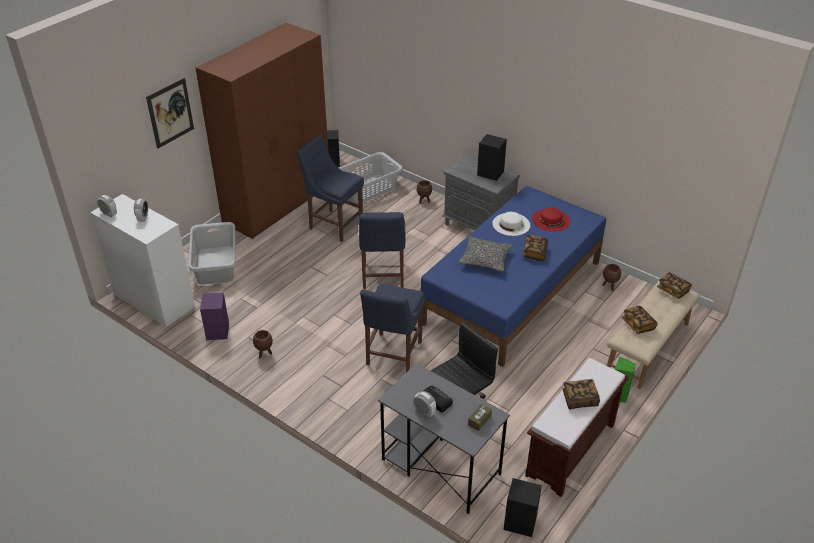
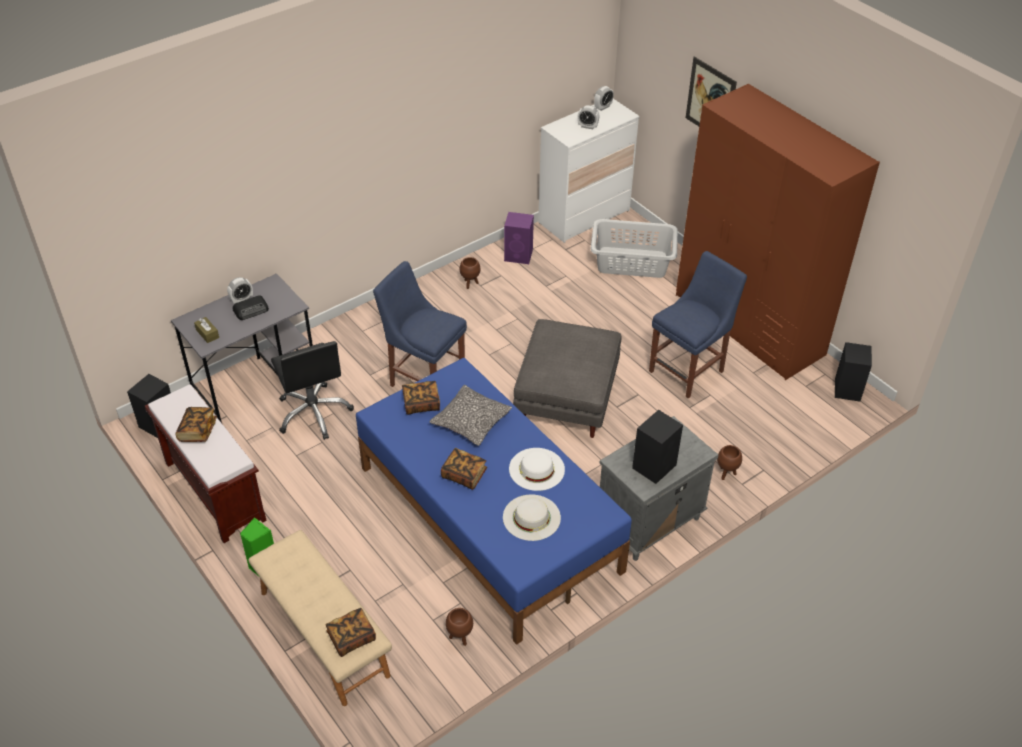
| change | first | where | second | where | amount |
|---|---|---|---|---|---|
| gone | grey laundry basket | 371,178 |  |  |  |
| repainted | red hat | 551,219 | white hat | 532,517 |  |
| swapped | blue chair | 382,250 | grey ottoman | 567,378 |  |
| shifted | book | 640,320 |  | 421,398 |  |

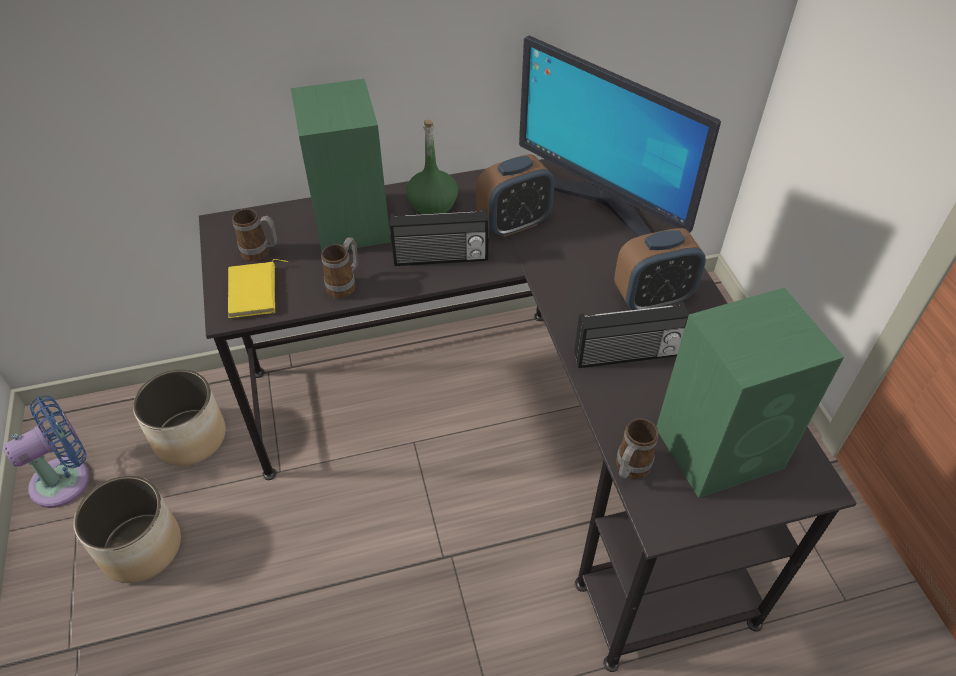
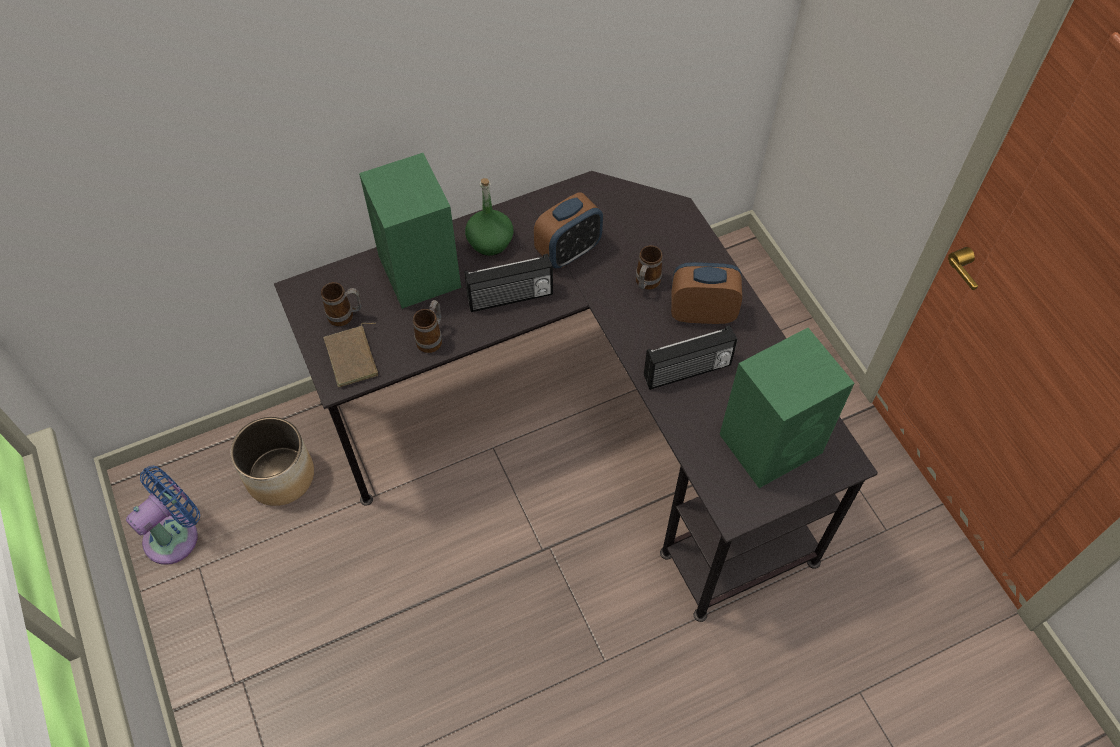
| change | first | where | second | where | amount |
|---|---|---|---|---|---|
| gone | monitor | 620,136 |  |  |  |
| rotated | alarm clock | 660,269 |  | 706,293 | 150 degrees counterclockwise |
| repainted | yellow book | 258,288 | brown book | 350,355 |  |
| shifted | mug | 637,448 |  | 649,267 |  |
| gone | planter | 127,529 |  |  |  |

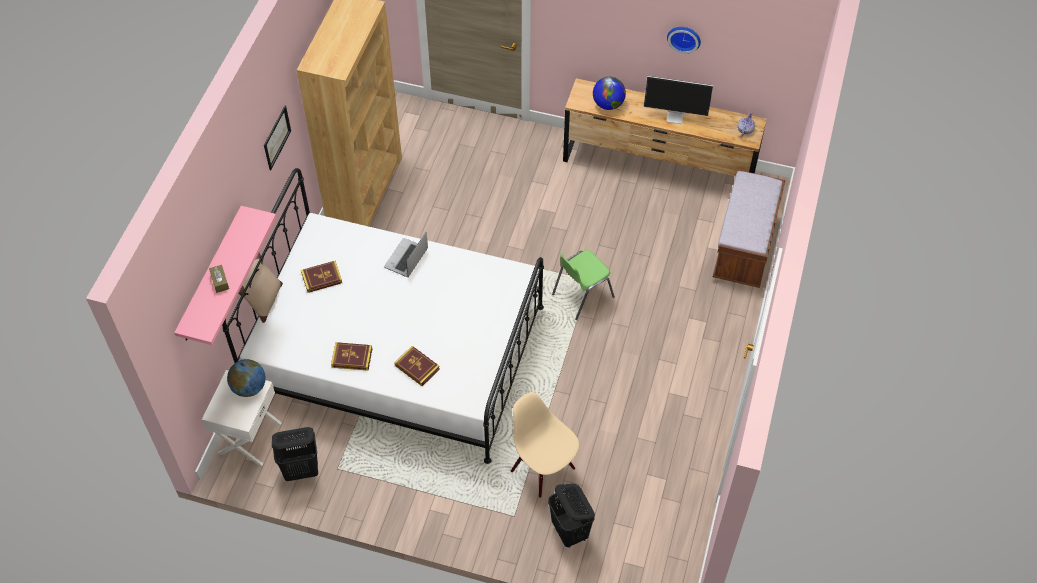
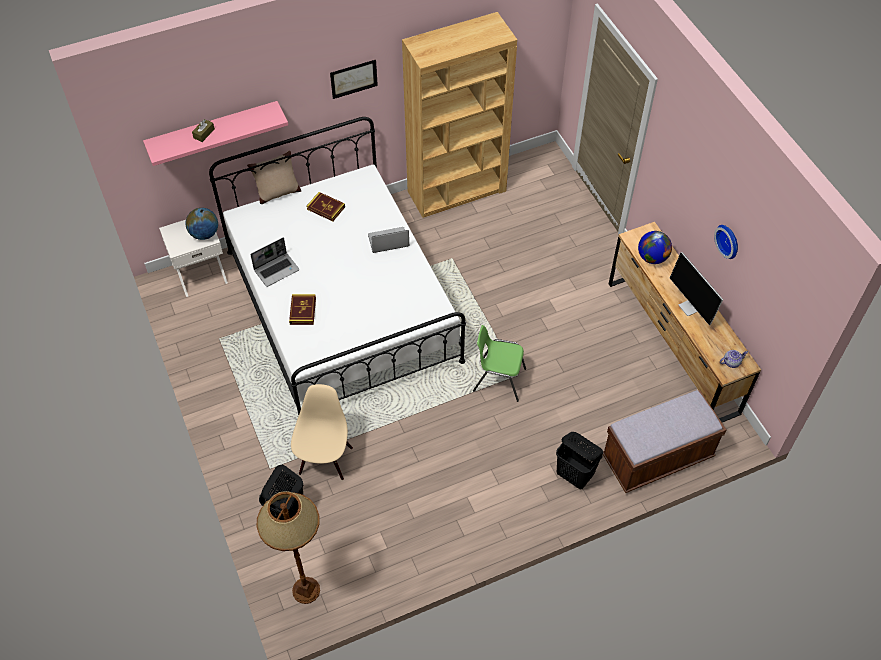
| change | first | where | second | where | amount |
|---|---|---|---|---|---|
| swapped | book | 352,356 | laptop | 274,262 |  |
| shifted | black laundry basket | 295,454 |  | 579,460 |  |
| new |  |  | brown floor lamp | 288,547 |  |

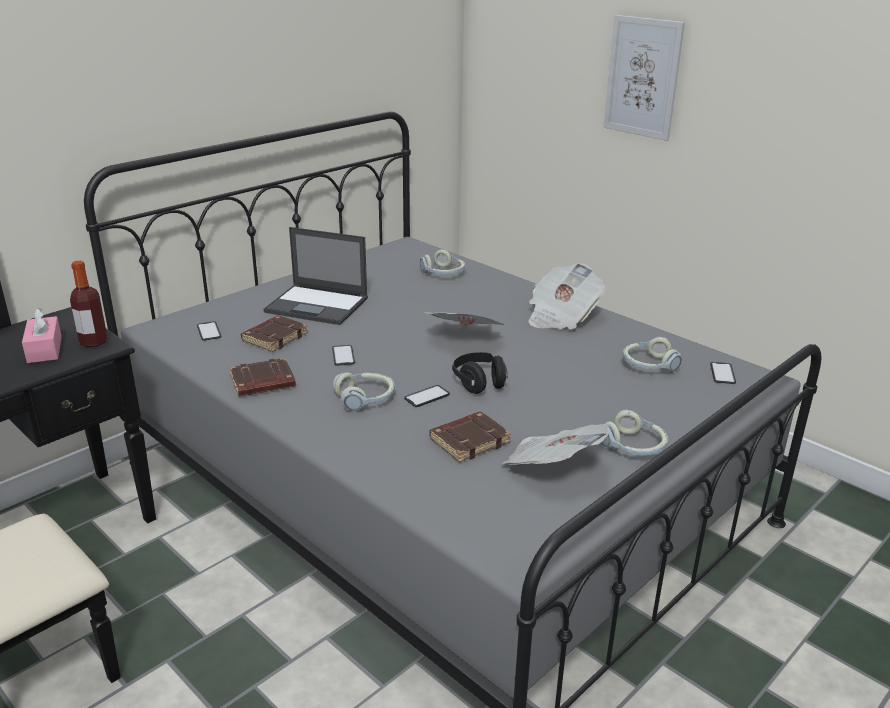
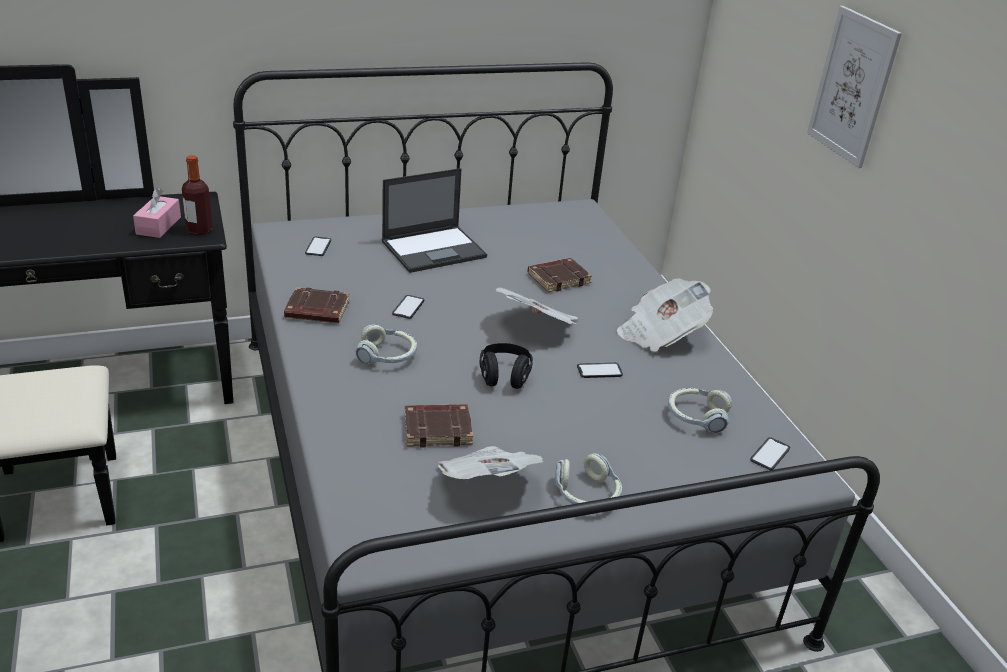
| change | first | where | second | where | amount |
|---|---|---|---|---|---|
| rotated | laptop | 315,276 |  | 434,220 | 75 degrees counterclockwise |
| gone | headphones | 442,261 |  |  |  |
| shifted | brown book | 274,333 |  | 560,275 |  |
| shifted | phone | 427,396 |  | 600,370 |  |

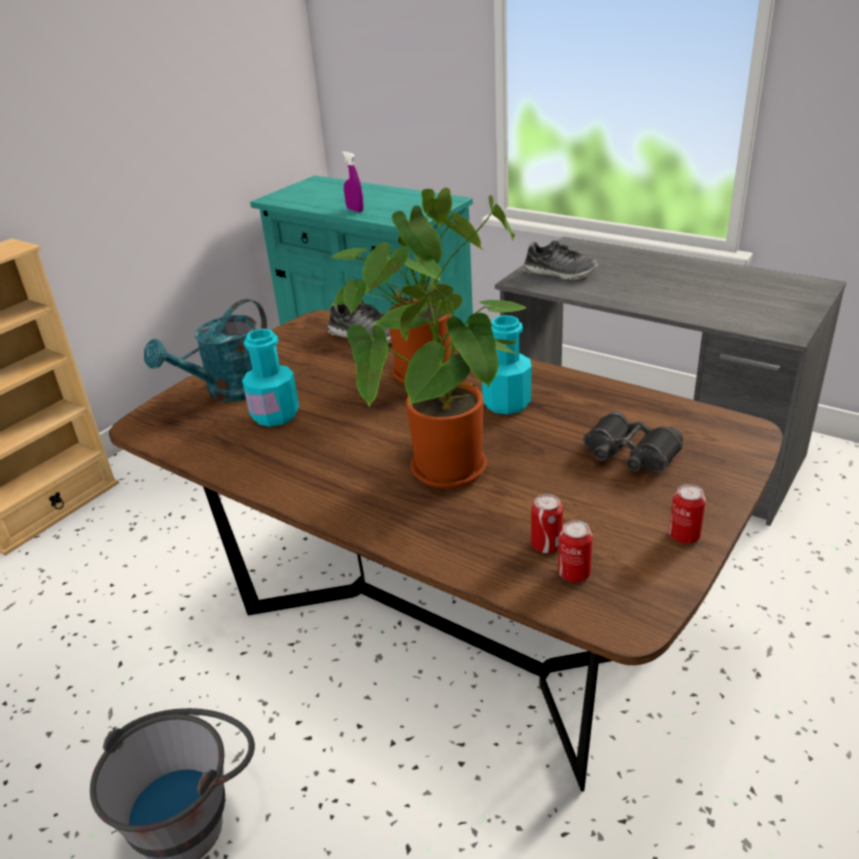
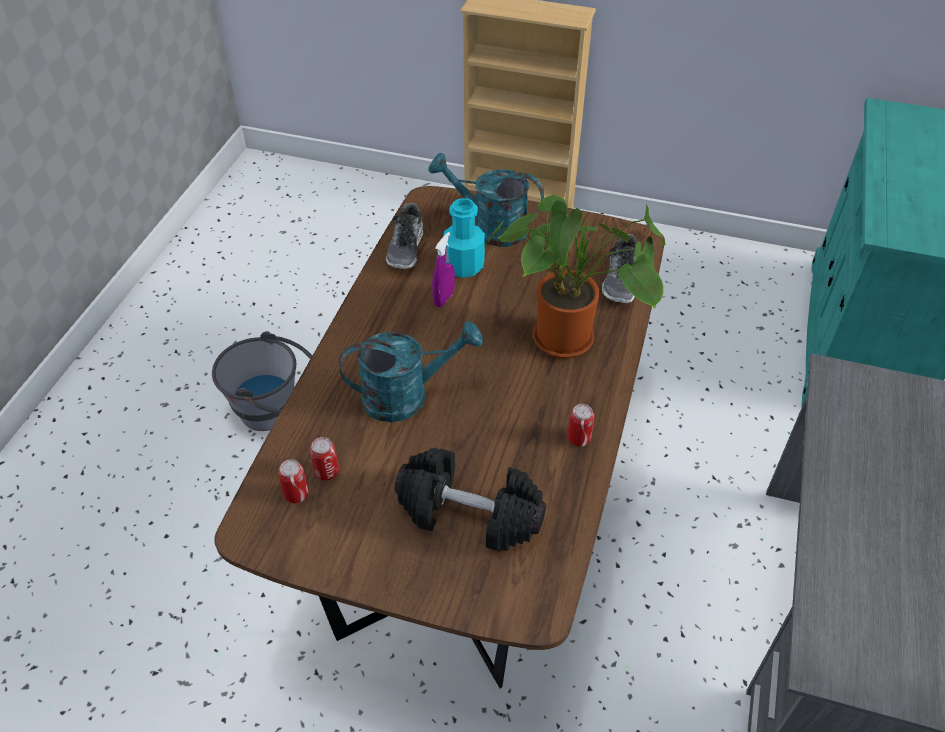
| change | first | where | second | where | amount |
|---|---|---|---|---|---|
| shifted | purple spray bottle | 353,181 |  | 443,269 |  |
| shifted | shoe | 560,260 |  | 404,236 |  |
| swapped | potted plant | 439,378 | turquoise watering can | 411,371 |  |
| gone | turquoise bottle | 506,365 |  |  |  |
| swapped | black binoculars | 633,441 | black dumbbell | 470,499 |  |
| shifted | can | 687,514 |  | 580,425 |  |

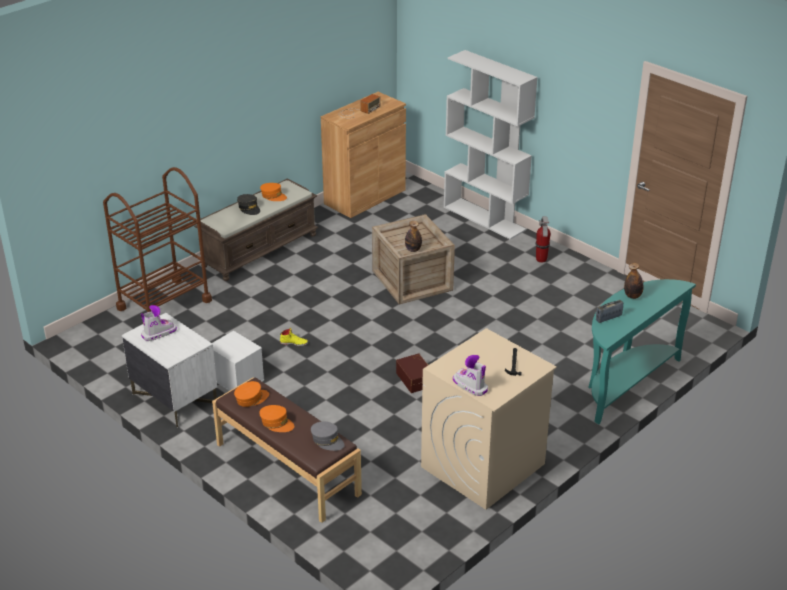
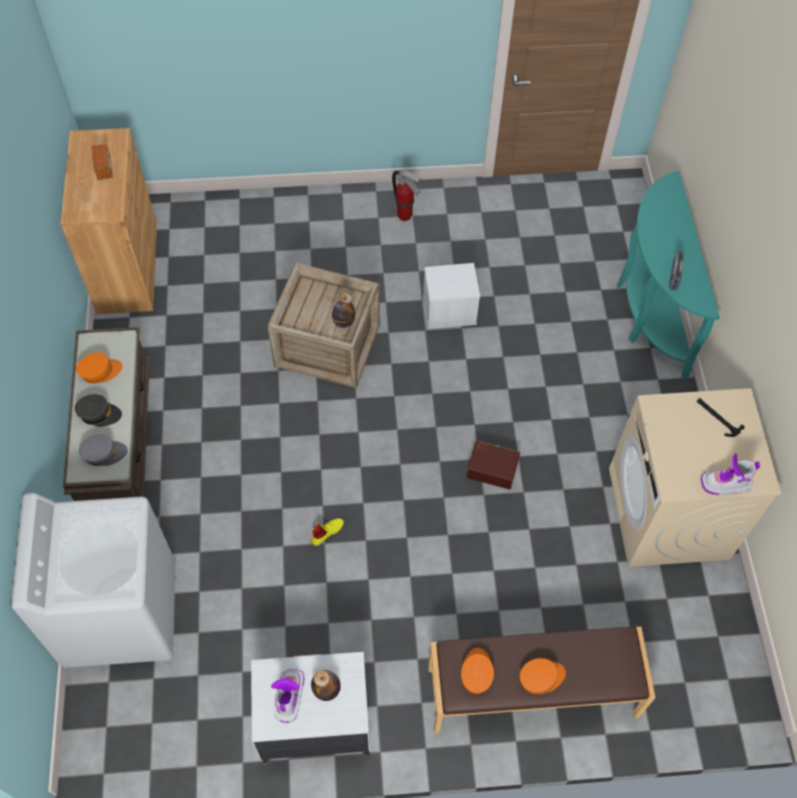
| change | first | where | second | where | amount |
|---|---|---|---|---|---|
| gone | white bookcase | 491,145 |  |  |  |
| swapped | brown cart | 157,239 | white washing machine | 93,580 |  |
| shifted | bottle | 634,281 |  | 326,685 |  |
| shifted | white storage box | 238,361 |  | 451,296 |  |
| shifted | grey cap | 328,436 |  | 103,450 |  |

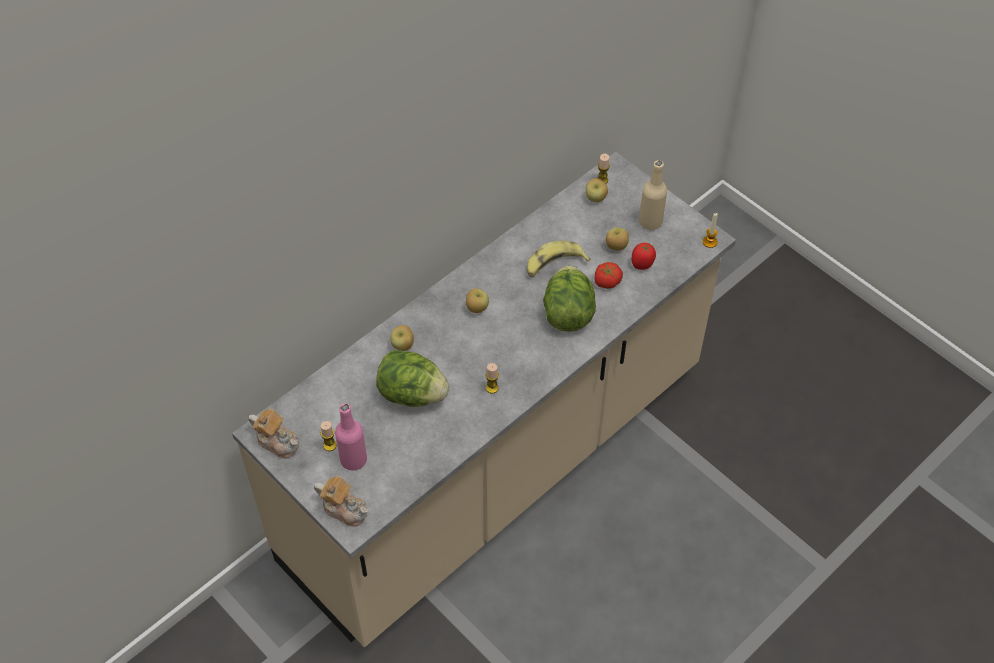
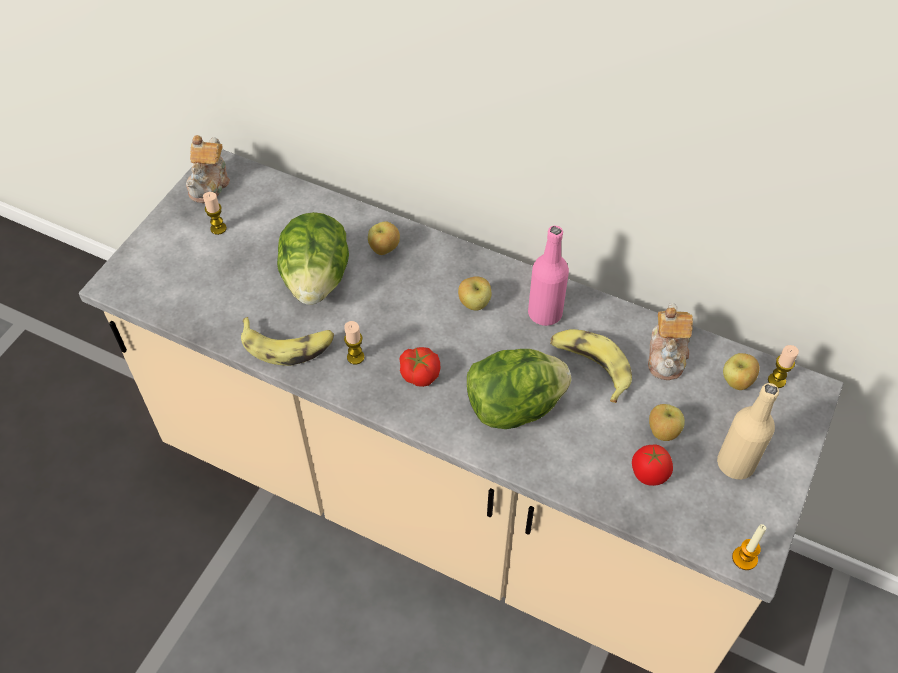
| change | first | where | second | where | amount |
|---|---|---|---|---|---|
| shifted | tomato | 609,275 |  | 420,367 |  |
| shifted | pink bottle | 351,437 |  | 548,276 |  |
| shifted | teapot | 341,501 |  | 670,341 |  |
| new |  |  | banana | 287,341 |  |

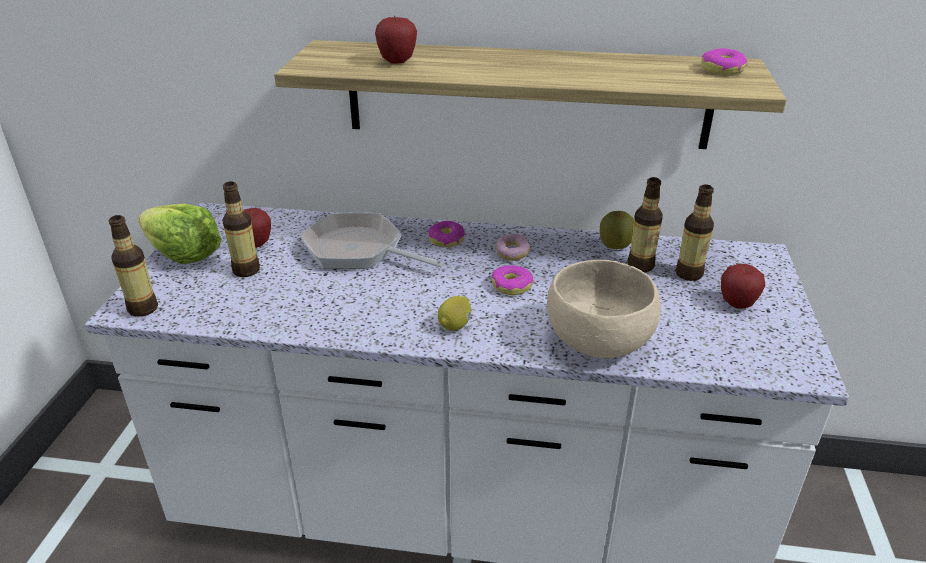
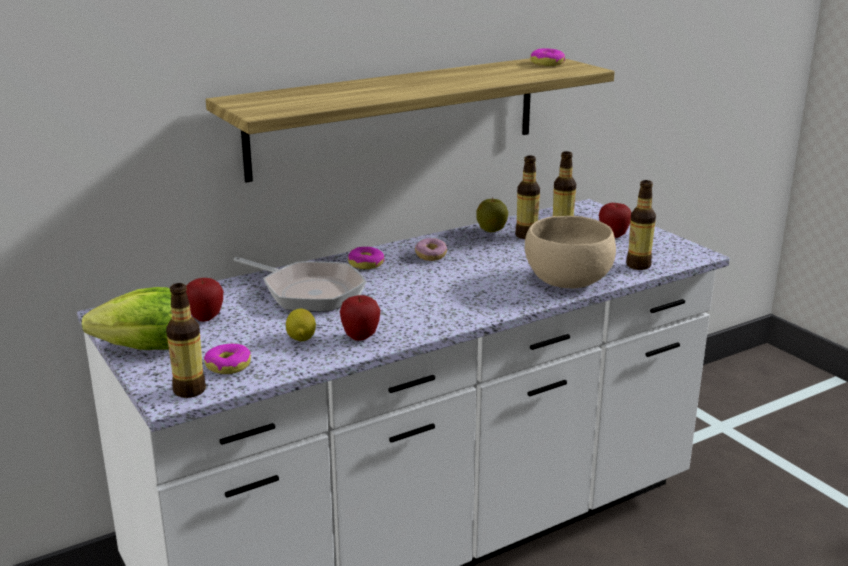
| change | first | where | second | where | amount |
|---|---|---|---|---|---|
| shifted | apple | 396,40 |  | 360,318 |  |
| shifted | bottle | 241,229 |  | 641,225 |  |
| rotated | frying pan | 372,240 |  | 300,284 | 135 degrees counterclockwise |
| shifted | donut | 512,280 |  | 227,359 |  |
| shifted | lemon | 454,313 |  | 301,324 |  |

